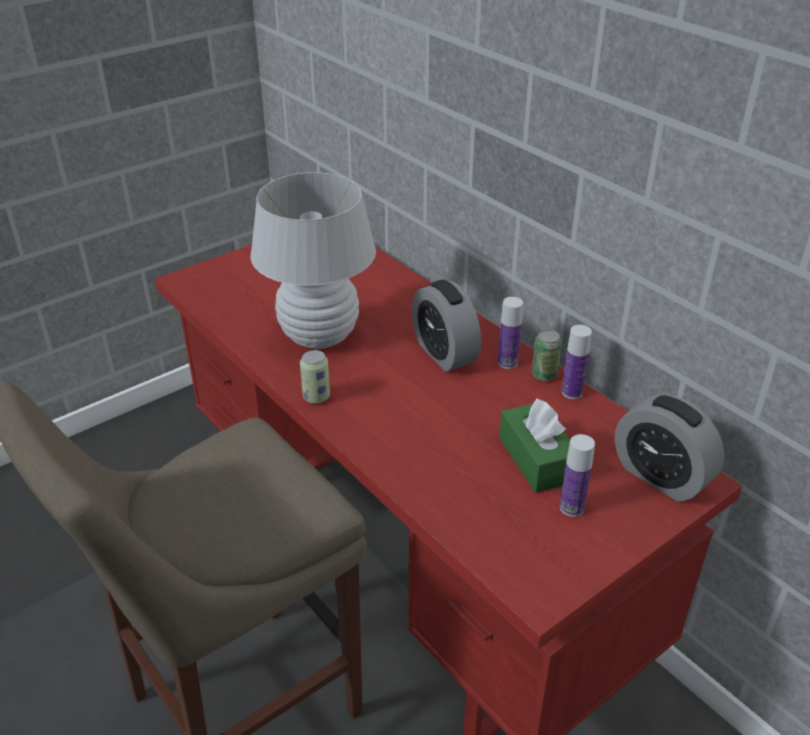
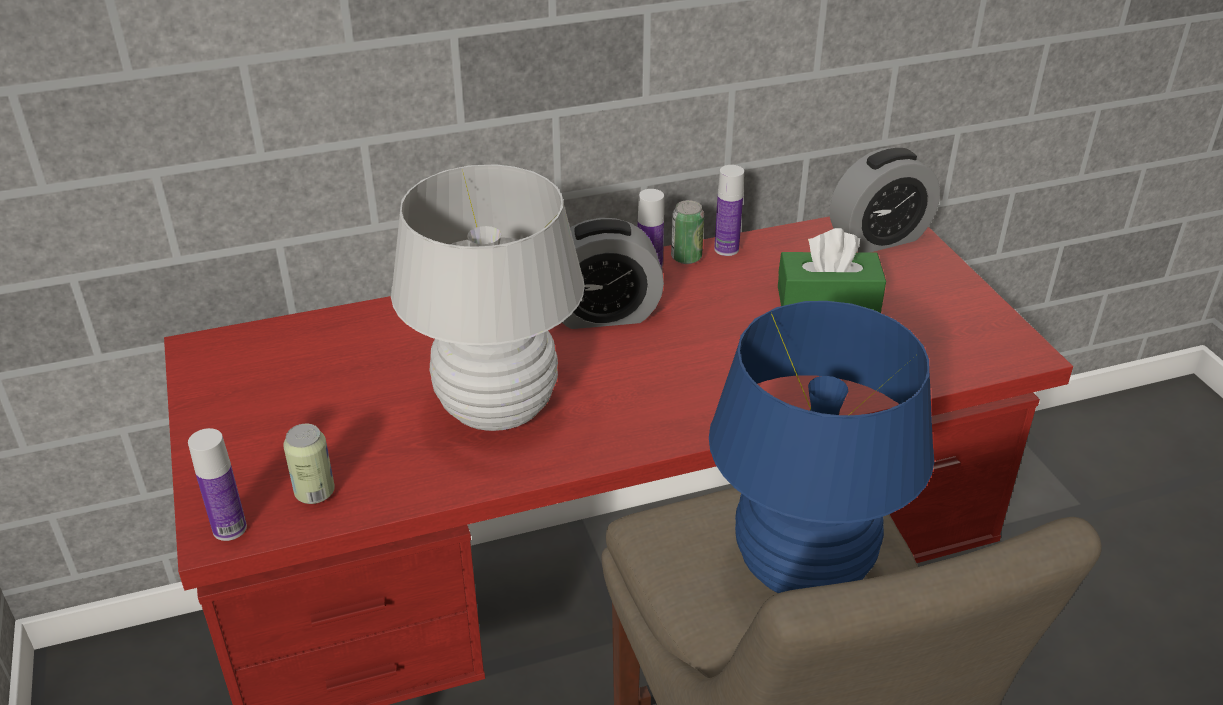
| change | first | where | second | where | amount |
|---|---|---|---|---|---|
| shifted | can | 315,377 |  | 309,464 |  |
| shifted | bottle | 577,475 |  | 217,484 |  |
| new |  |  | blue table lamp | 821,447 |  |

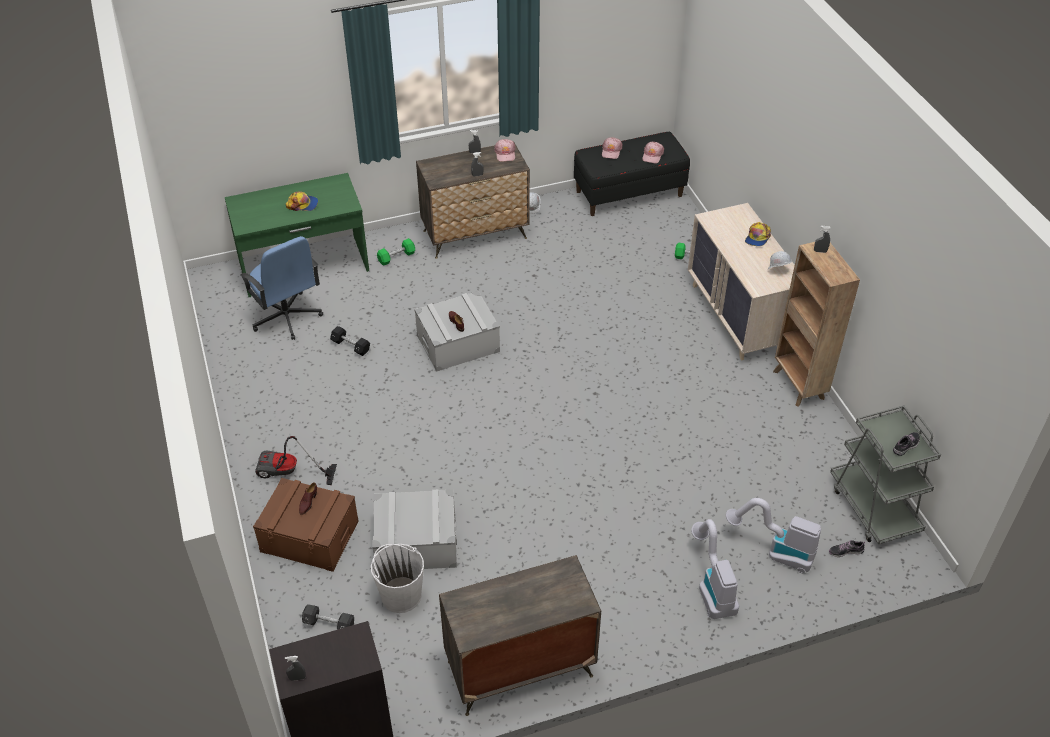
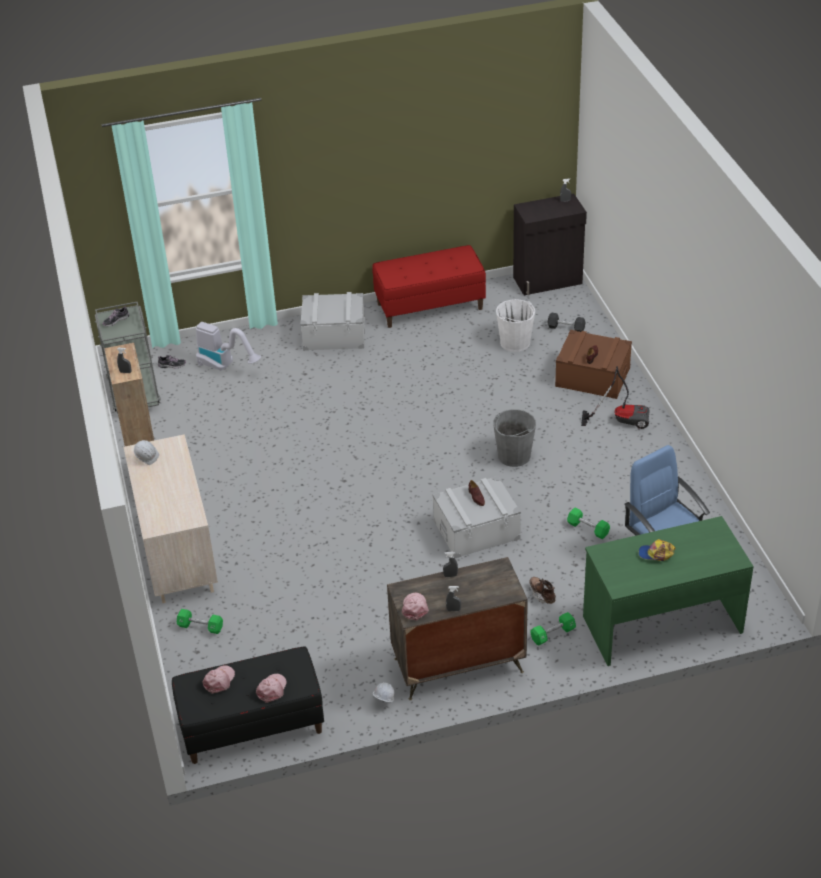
| change | first | where | second | where | amount |
|---|---|---|---|---|---|
| gone | cap | 758,234 |  |  |  |
| repainted | black dumbbell | 350,341 | green dumbbell | 588,523 |  |
| shifted | grey storage box | 414,529 |  | 332,321 |  |
| gone | vacuum cleaner | 715,569 |  |  |  |
| swapped | dresser | 520,635 | red bench | 429,286 |  |
| new |  |  | grey bucket | 514,438 |  |
| new |  |  | brown boot | 542,590 |  |

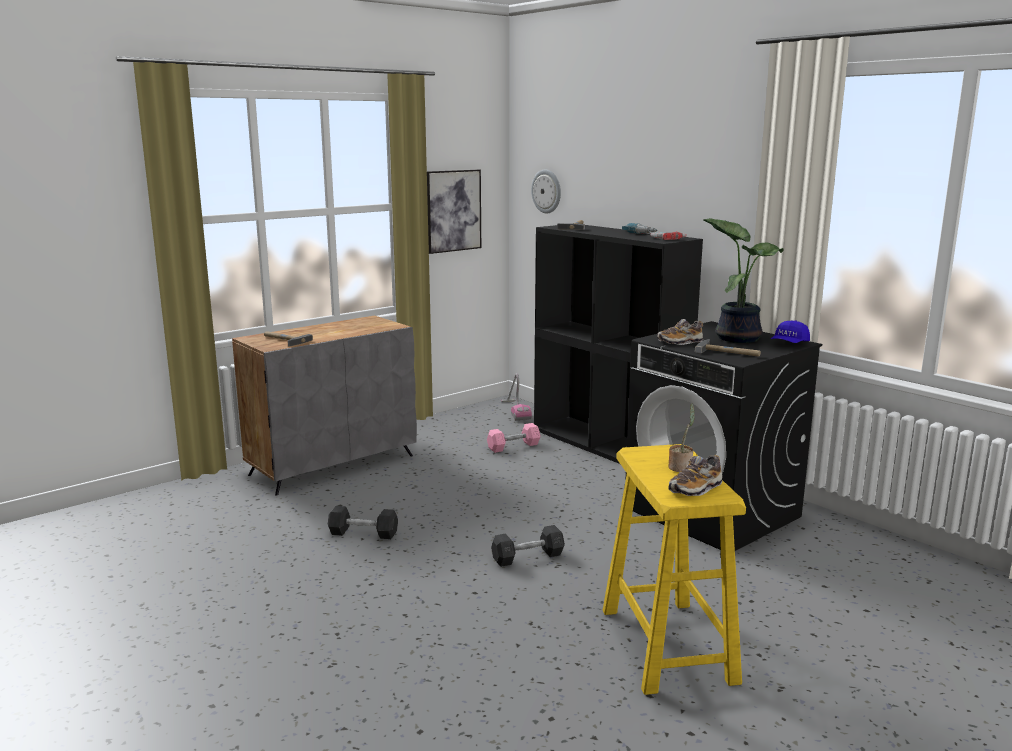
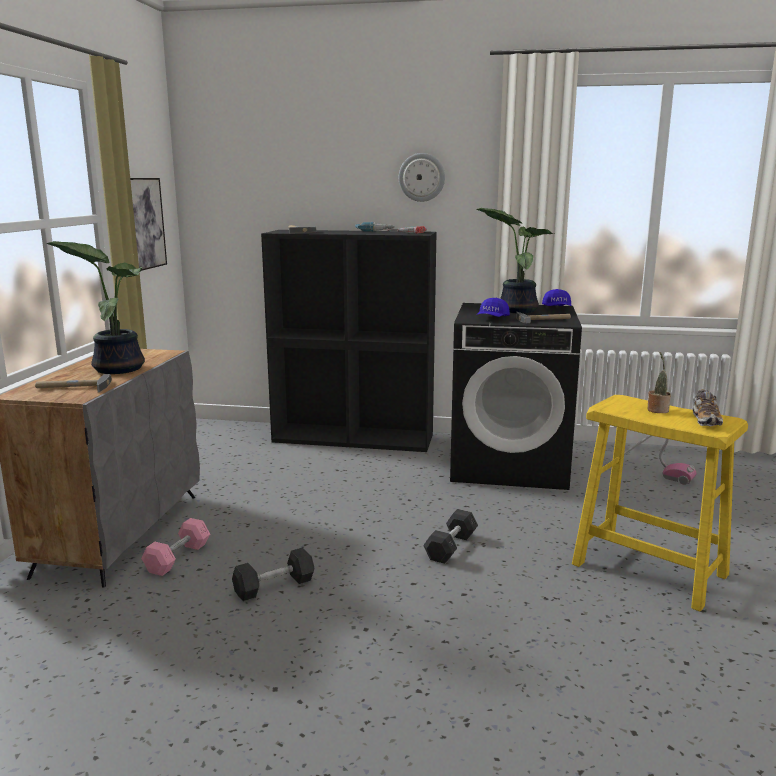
| change | first | where | second | where | amount |
|---|---|---|---|---|---|
| shifted | wall clock | 546,191 |  | 422,177 |  |
| swapped | shoe | 680,332 | blue cap | 493,307 |  |
| shifted | vacuum cleaner | 516,397 |  | 650,460 |  |
| shifted | pink dumbbell | 514,438 |  | 175,547 |  |
| new |  |  | potted plant | 95,307 |  |

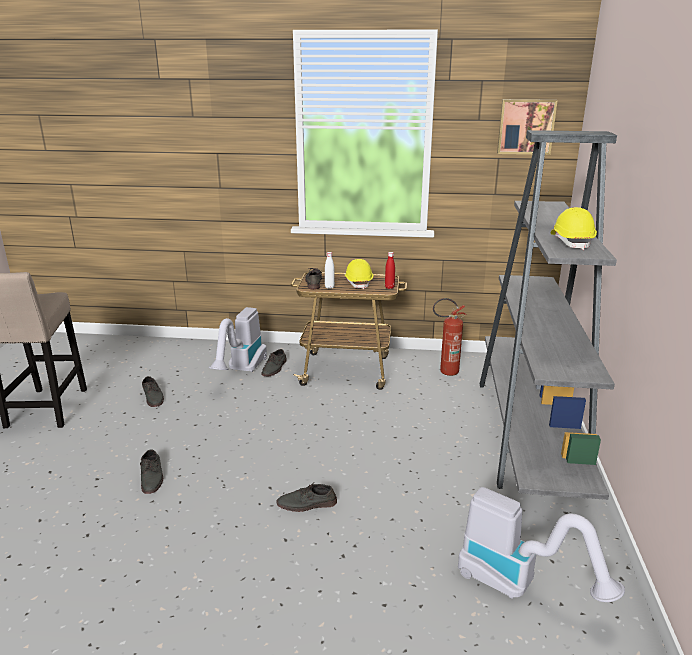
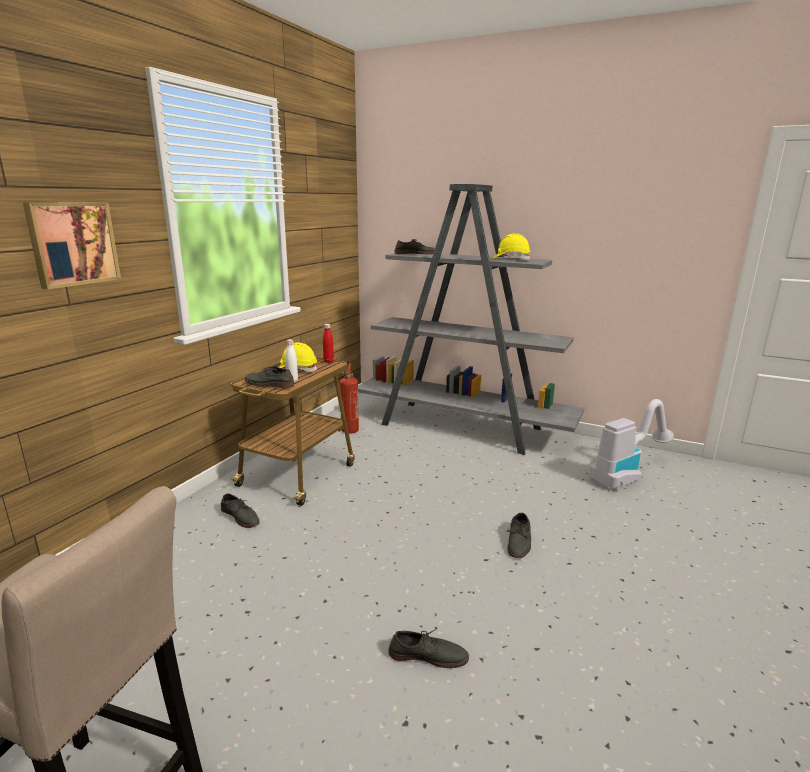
| change | first | where | second | where | amount |
|---|---|---|---|---|---|
| shifted | picture | 527,127 |  | 72,245 |  |
| gone | vacuum cleaner | 238,339 |  |  |  |
| shifted | grey shoe | 153,391 |  | 414,246 |  |

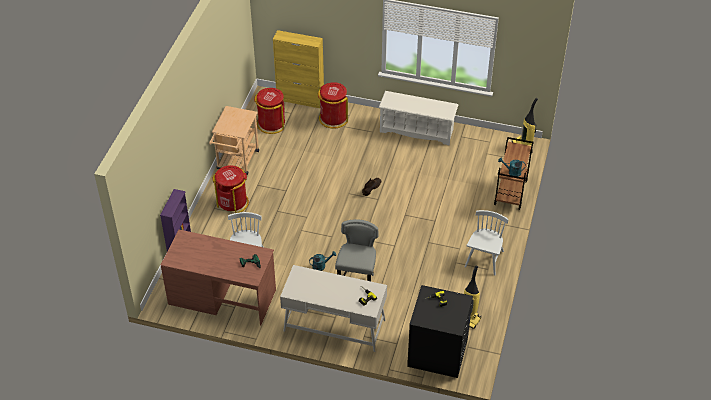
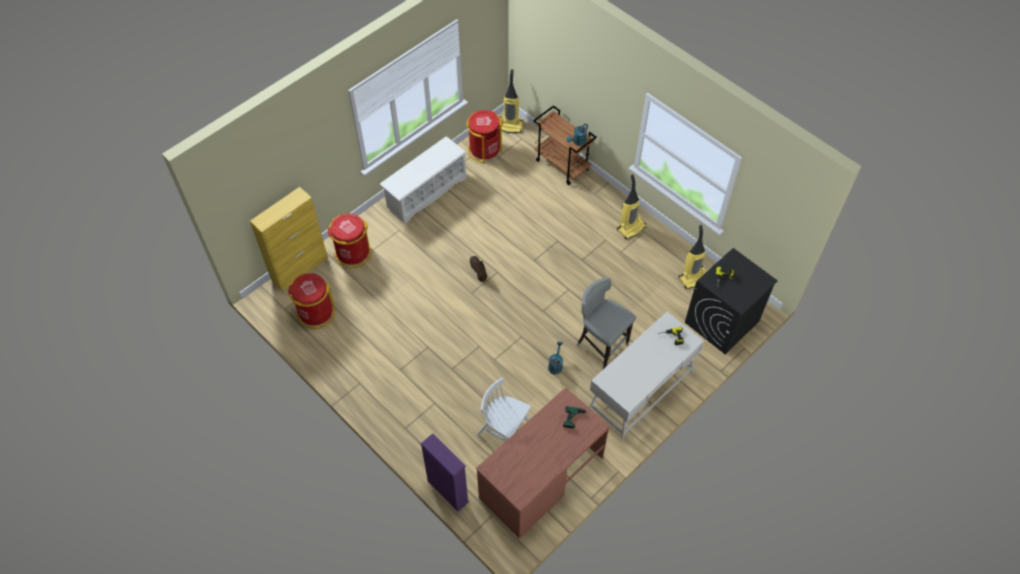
| change | first | where | second | where | amount |
|---|---|---|---|---|---|
| gone | beige cart | 234,140 |  |  |  |
| shifted | red trash can | 230,189 |  | 485,136 |  |
| swapped | white chair | 486,243 | vacuum cleaner | 631,207 |  |

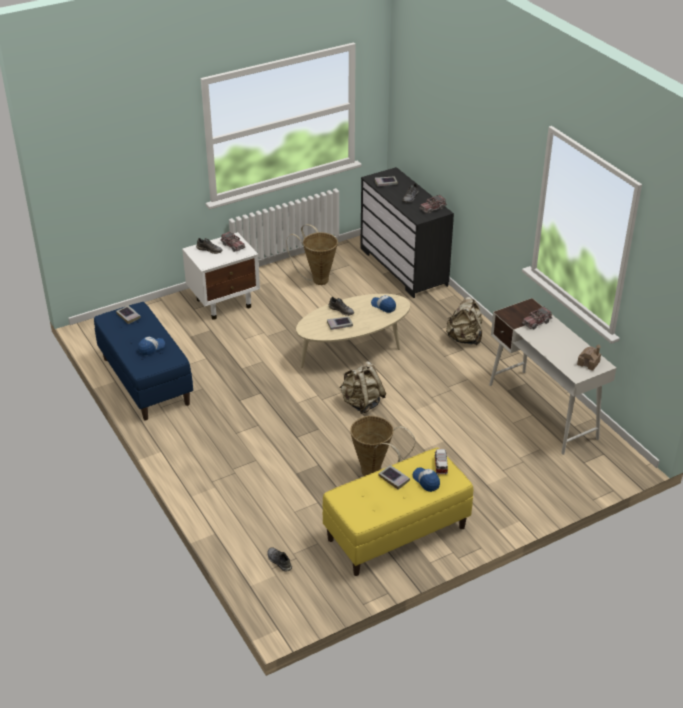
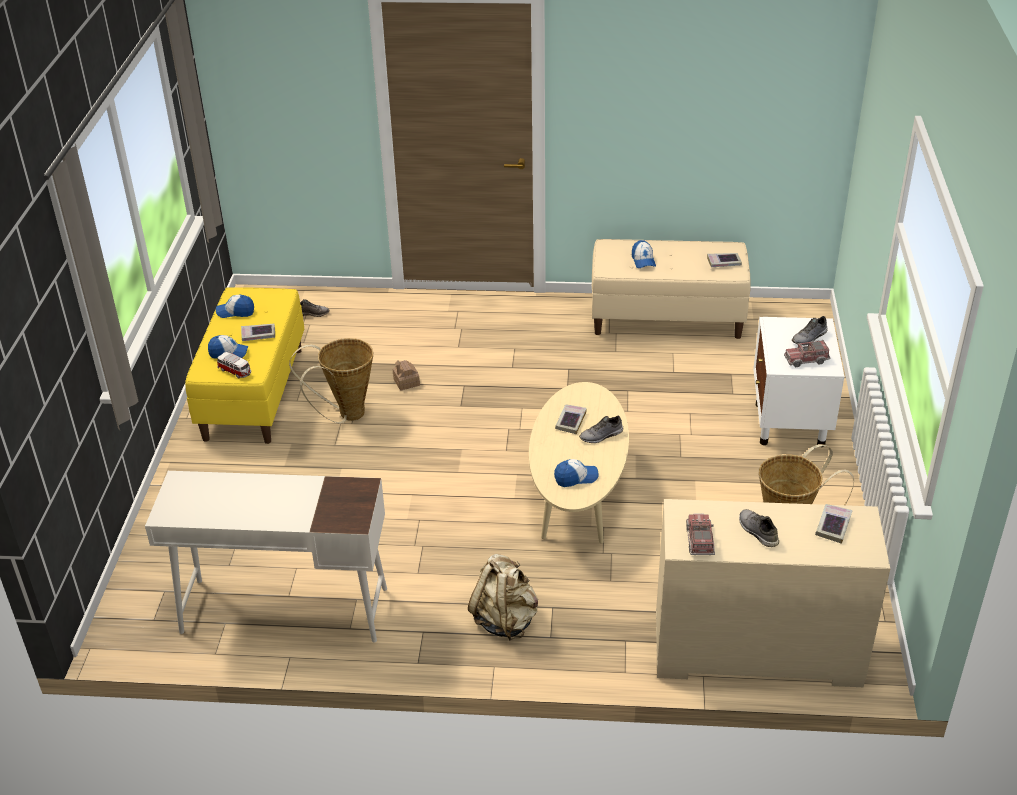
| change | first | where | second | where | amount |
|---|---|---|---|---|---|
| repainted | black dresser | 407,232 | beige dresser | 773,593 |  |
| repainted | blue bench | 143,361 | beige bench | 671,289 |  |
| gone | toy truck | 537,318 |  |  |  |
| shifted | toy house | 589,358 |  | 406,375 |  |
| gone | beige backpack | 362,387 |  |  |  |
| new |  |  | cap | 235,306 |  |

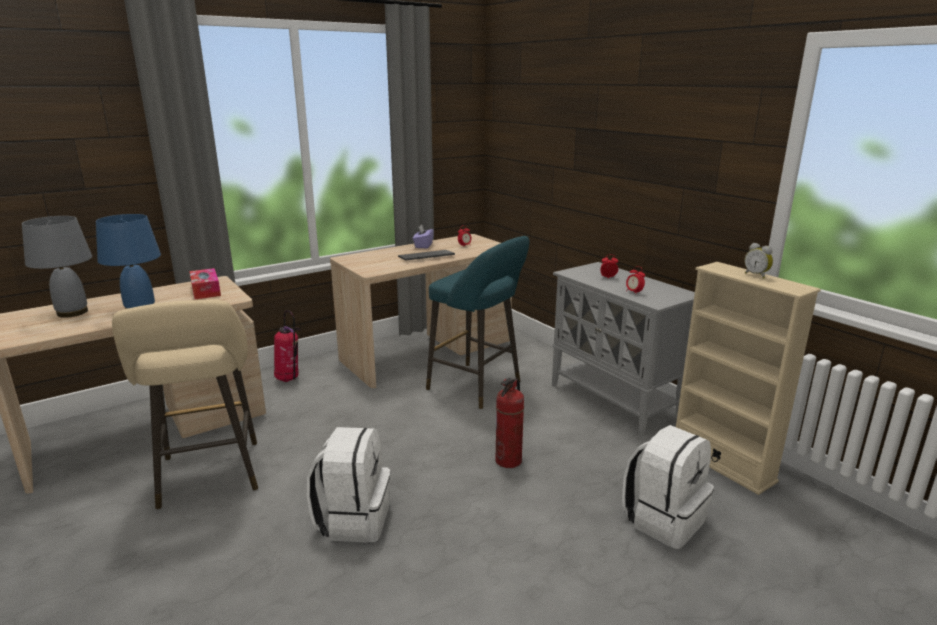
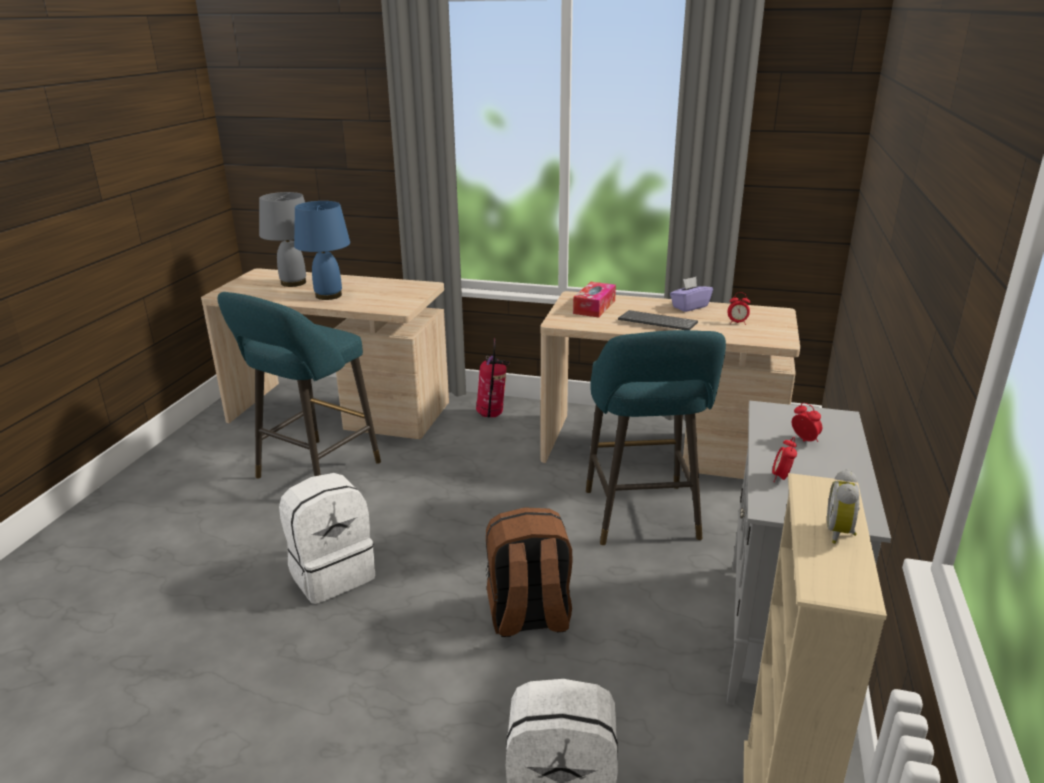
| change | first | where | second | where | amount |
|---|---|---|---|---|---|
| shifted | tissue box | 205,283 |  | 594,299 |  |
| repainted | beige stool | 185,404 | turquoise stool | 299,385 |  |
| swapped | fire extinguisher | 509,423 | brown backpack | 529,572 |  |

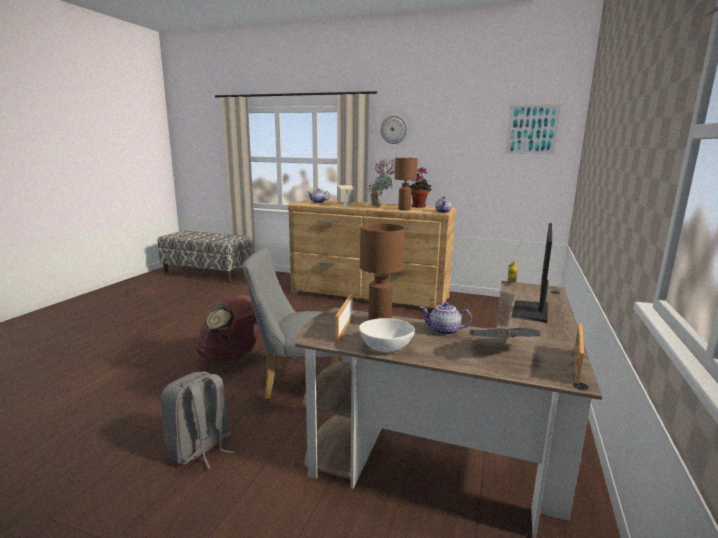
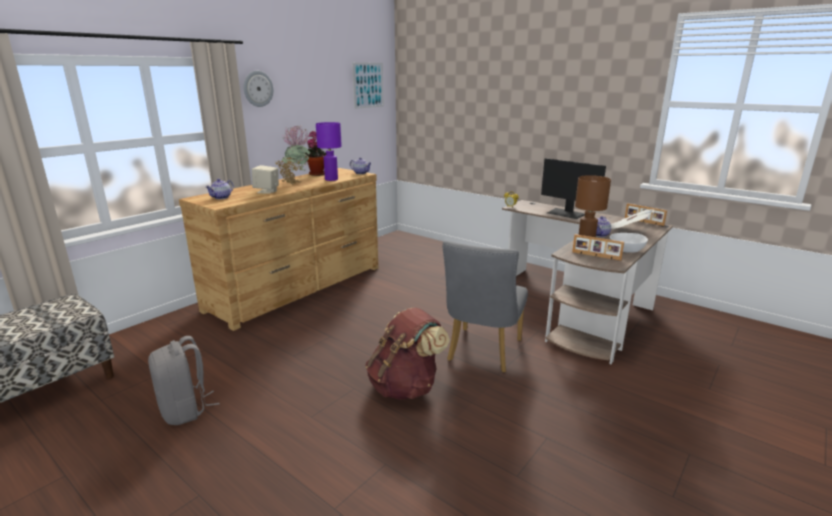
| change | first | where | second | where | amount |
|---|---|---|---|---|---|
| repainted | brown table lamp | 406,184 | purple table lamp | 329,151 |  |
| shifted | grey backpack | 197,421 |  | 184,380 |  |

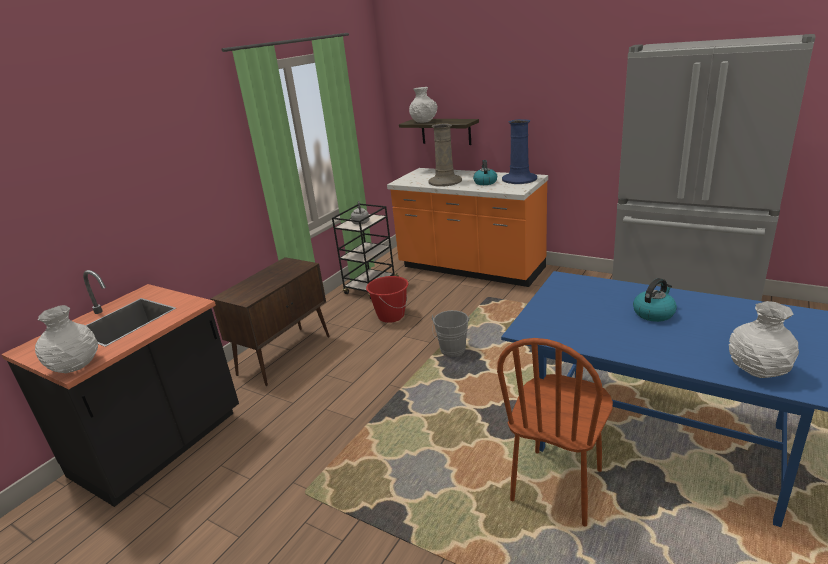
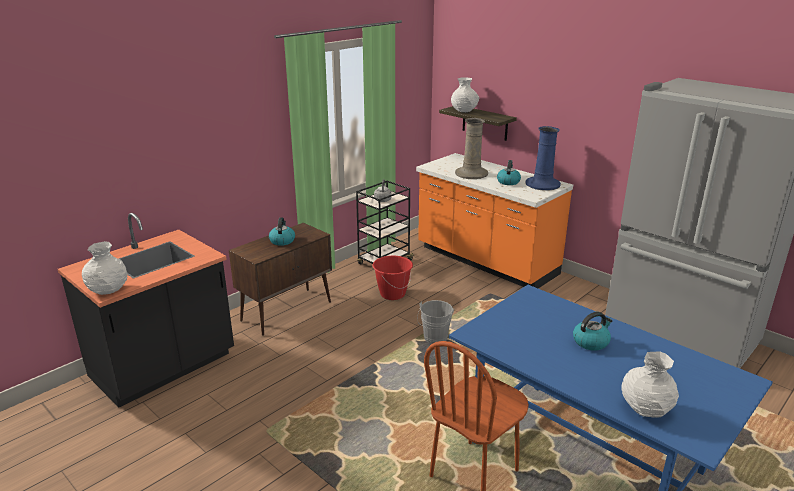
| change | first | where | second | where | amount |
|---|---|---|---|---|---|
| new |  |  | kettle | 282,231 |  |

